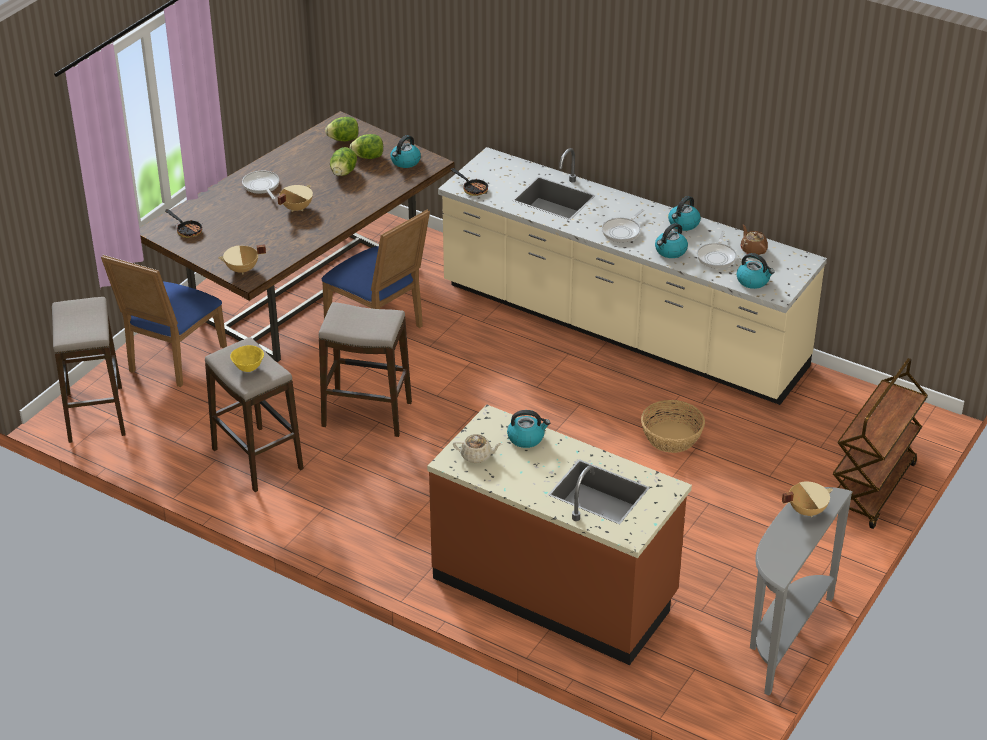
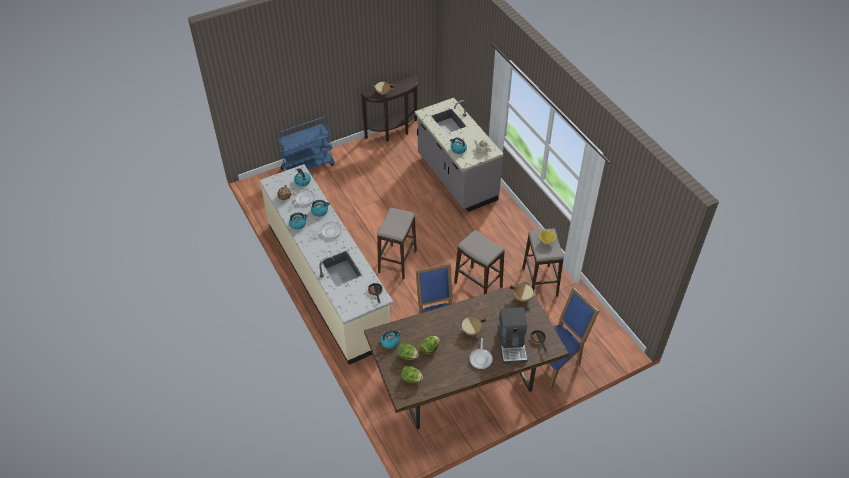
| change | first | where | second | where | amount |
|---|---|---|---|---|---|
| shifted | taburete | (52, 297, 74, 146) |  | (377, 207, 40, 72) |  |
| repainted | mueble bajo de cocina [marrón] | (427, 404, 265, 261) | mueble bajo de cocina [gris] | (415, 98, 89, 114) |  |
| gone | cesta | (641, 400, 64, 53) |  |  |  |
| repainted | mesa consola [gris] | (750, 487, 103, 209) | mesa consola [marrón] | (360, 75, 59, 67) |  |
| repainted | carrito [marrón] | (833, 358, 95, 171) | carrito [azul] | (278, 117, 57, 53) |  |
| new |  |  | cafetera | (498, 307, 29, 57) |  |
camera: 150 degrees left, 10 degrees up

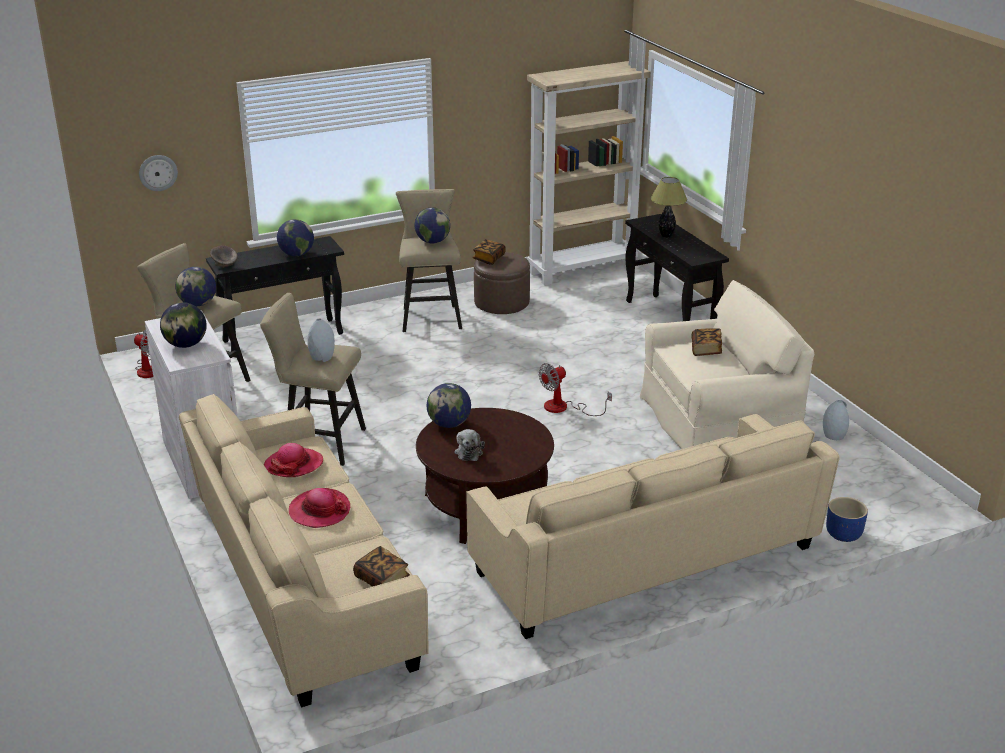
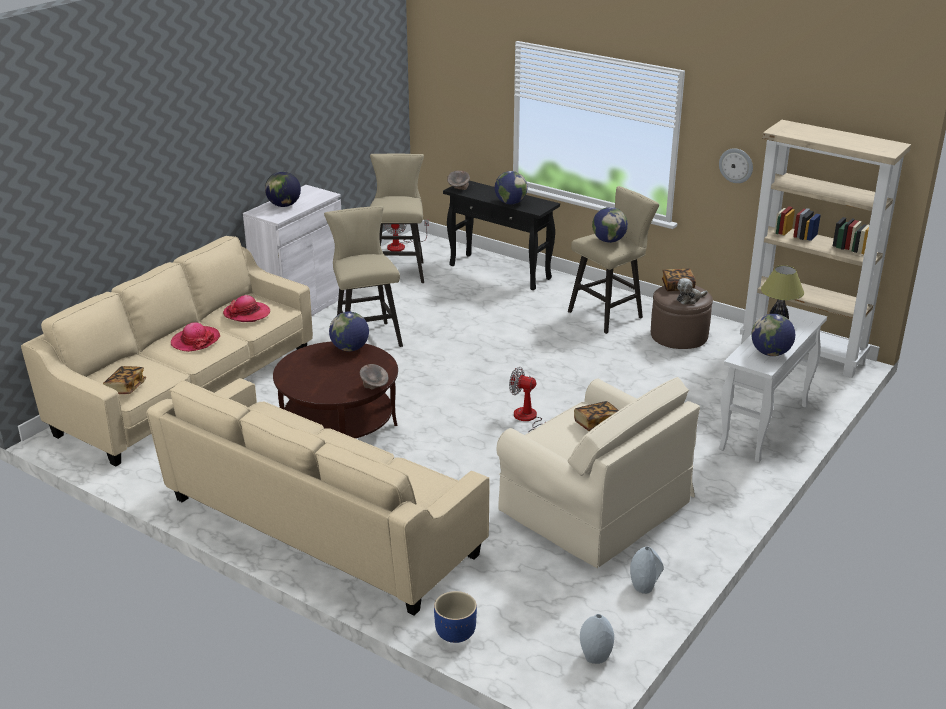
| change | first | where | second | where | amount |
|---|---|---|---|---|---|
| shifted | reloj de pared | (139, 155, 39, 36) |  | (719, 148, 34, 35) |  |
| shifted | globo terráqueo | (175, 267, 41, 40) |  | (752, 314, 43, 42) |  |
| shifted | florero [gris] | (307, 318, 28, 44) |  | (580, 614, 34, 50) |  |
| shifted | peluche | (455, 429, 30, 32) |  | (677, 278, 31, 27) |  |
| repainted | mesa consola [negro] | (625, 214, 104, 107) | mesa consola [blanco] | (719, 305, 108, 158) |  |
| new |  |  | cuenco [gris] | (360, 364, 29, 26) |  |
camera: 60 degrees right, 0 degrees up

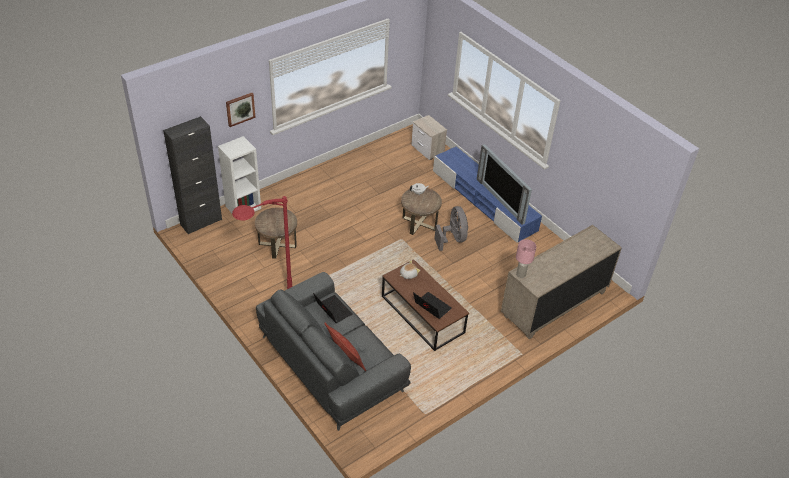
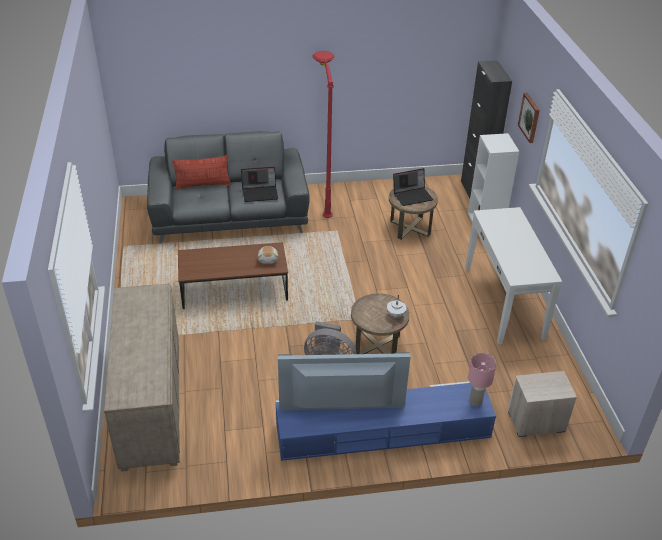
| change | first | where | second | where | amount |
|---|---|---|---|---|---|
| shifted | portátil | (413, 292, 39, 27) |  | (393, 168, 40, 38) |  |
| shifted | lámpara de mesa [rosa] | (516, 239, 20, 39) |  | (468, 353, 28, 54) |  |
| new |  |  | mesa consola [blanco] | (465, 207, 97, 137) |  |
camera: 120 degrees right, 5 degrees down

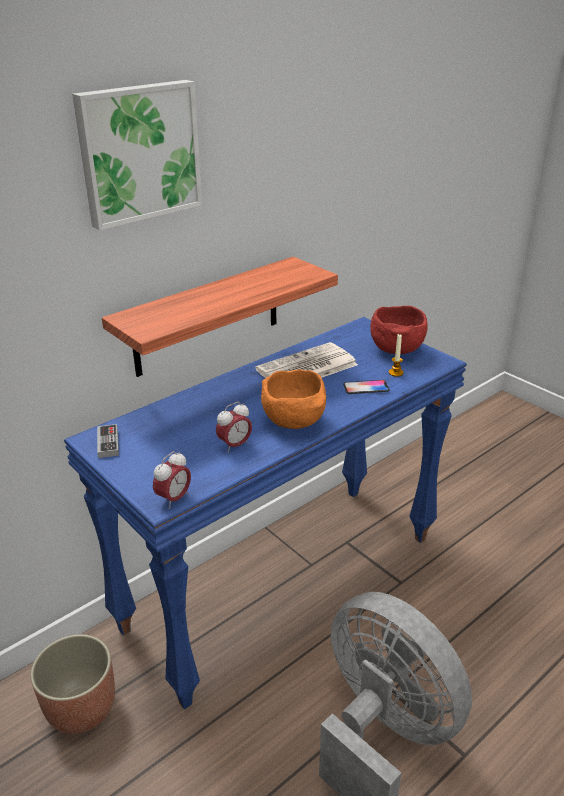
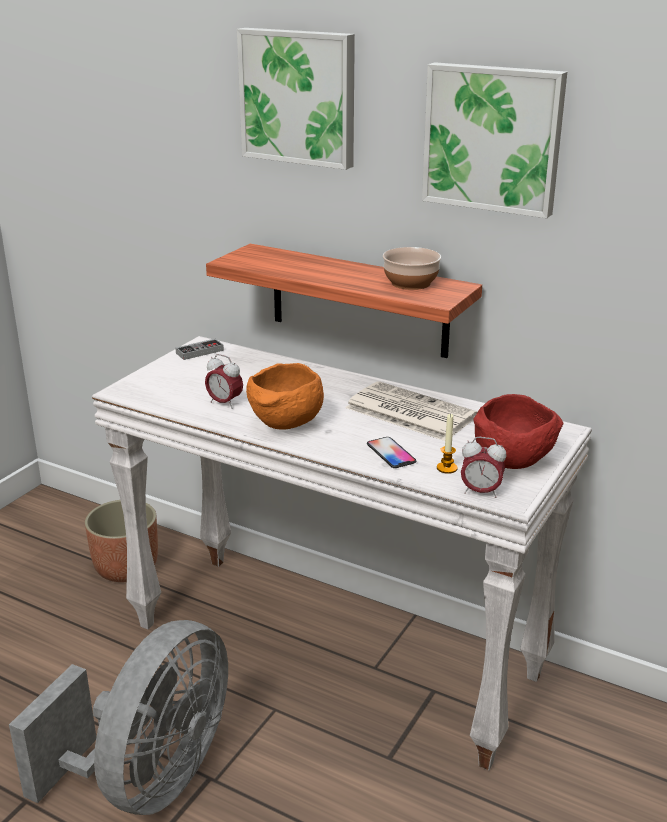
| change | first | where | second | where | amount |
|---|---|---|---|---|---|
| repainted | mesa consola [azul] | (64, 317, 403, 392) | mesa consola [blanco] | (92, 336, 500, 434) |  |
| shifted | despertador | (153, 451, 38, 58) |  | (461, 437, 46, 61) |  |
| new |  |  | cuenco | (383, 247, 58, 43) |  |
| new |  |  | cuadro | (422, 62, 145, 156) |  |
camera: 70 degrees right, 5 degrees down

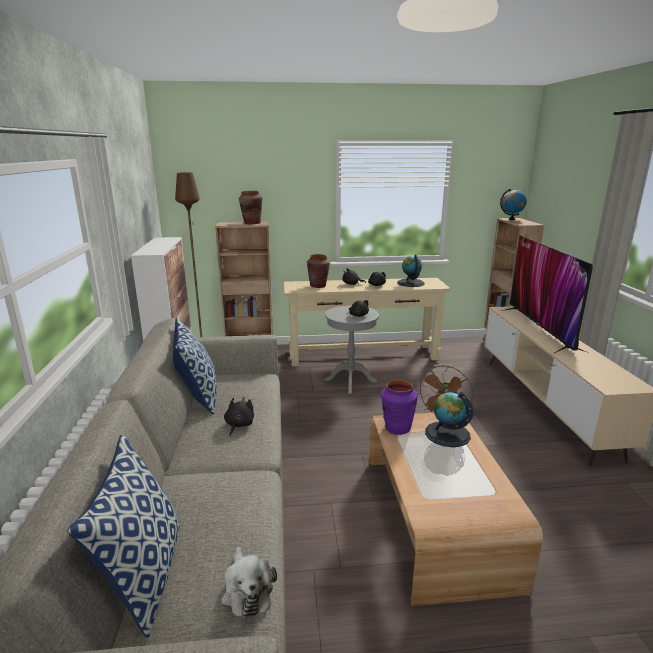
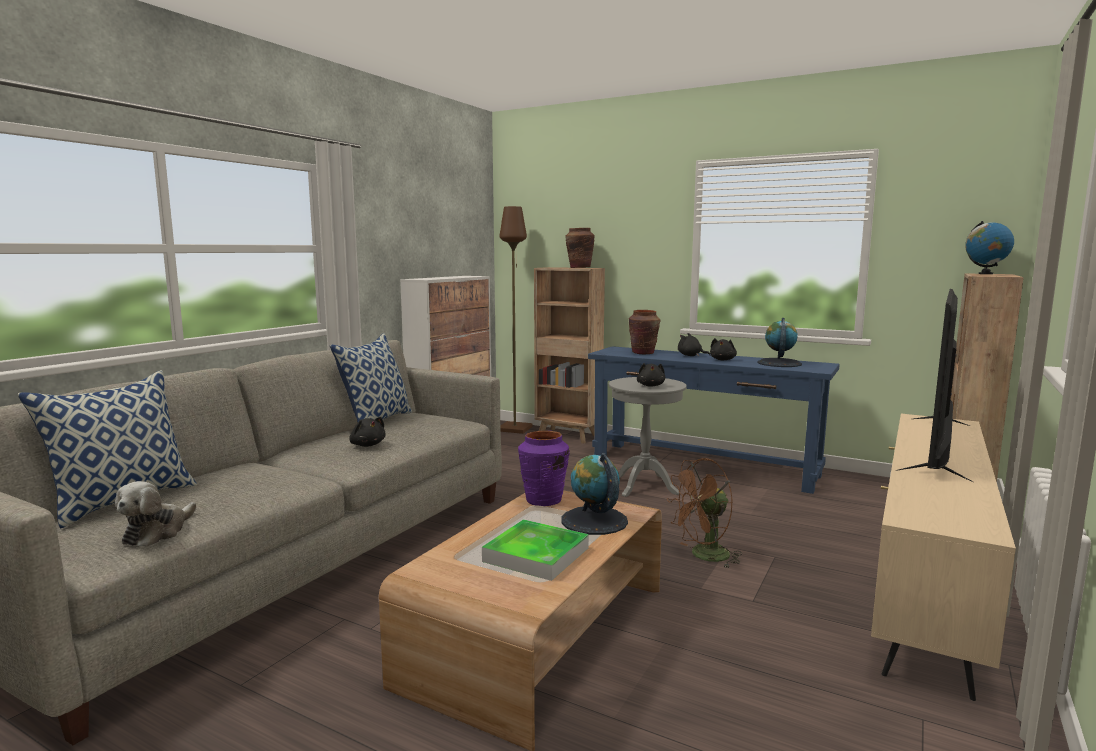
| change | first | where | second | where | amount |
|---|---|---|---|---|---|
| rotated | peluche [negro] | (224, 397, 30, 39) |  | (349, 417, 37, 30) | 90 degrees clockwise |
| repainted | mesa consola [beis] | (283, 278, 168, 88) | mesa consola [azul] | (588, 346, 252, 148) |  |
| new |  |  | bandeja | (482, 519, 107, 62) |  |
camera: 35 degrees right, 10 degrees down

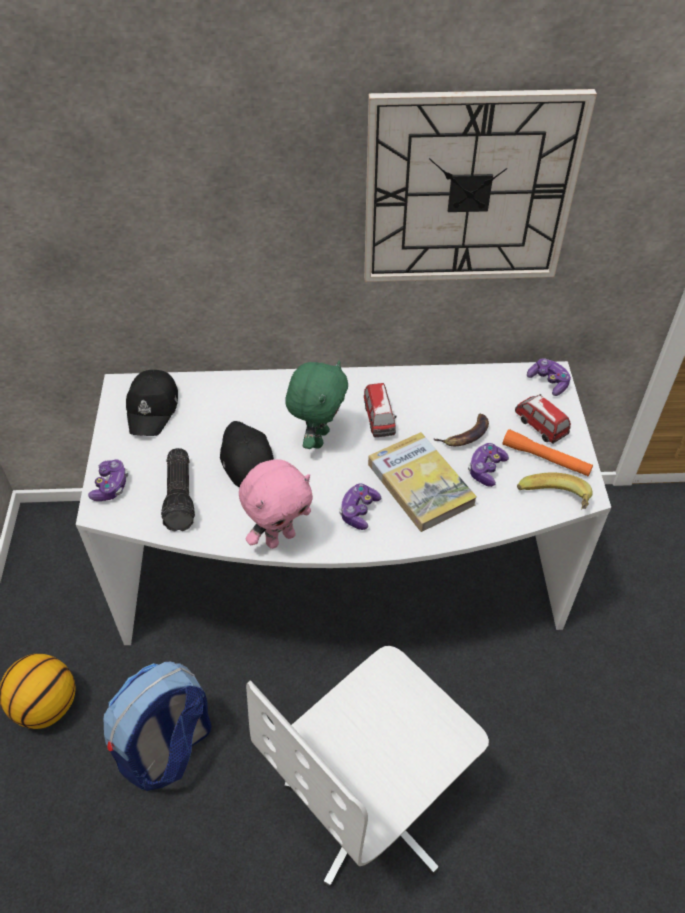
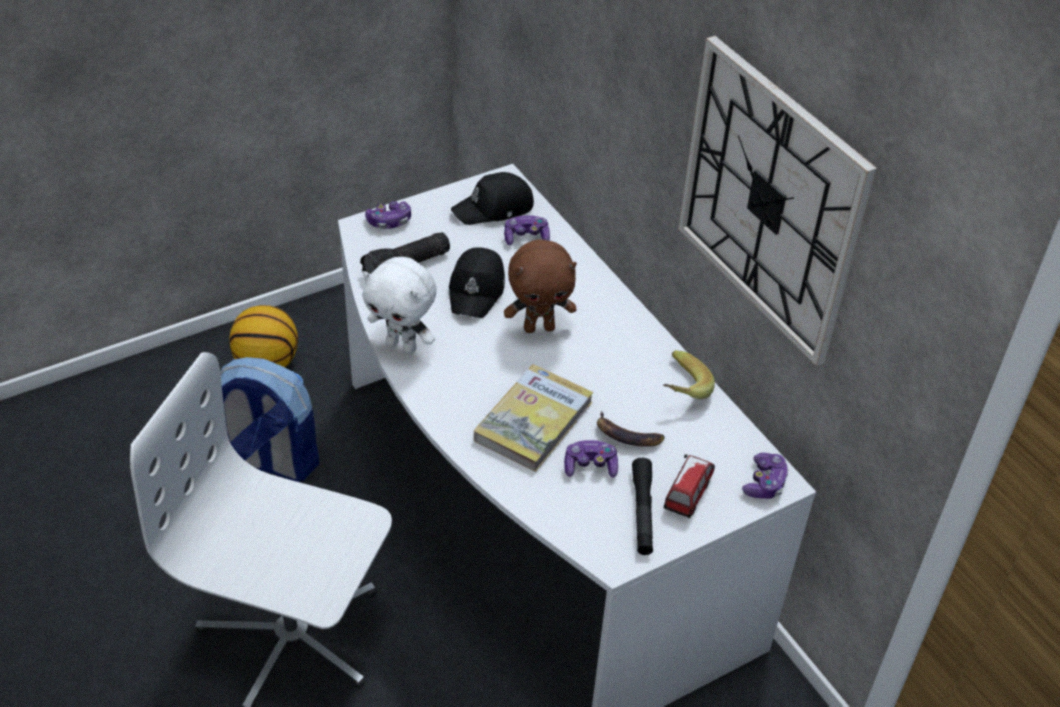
| change | first | where | second | where | amount |
|---|---|---|---|---|---|
| rotated | gorra [negro] | (220, 421, 54, 67) |  | (449, 247, 56, 71) | 150 degrees clockwise |
| repainted | peluche [rosa] | (239, 459, 74, 90) | peluche [blanco] | (363, 257, 73, 97) |  |
| repainted | peluche [verde] | (285, 360, 63, 89) | peluche [marrón] | (504, 239, 73, 94) |  |
| shifted | mando de consola | (339, 484, 42, 46) |  | (504, 215, 46, 30) |  |
| gone | coche de juguete | (364, 383, 32, 54) |  |  |  |
| repainted | linterna [naranja] | (503, 429, 90, 47) | linterna [negro] | (632, 458, 21, 97) |  |
| shifted | plátano | (517, 473, 76, 36) |  | (663, 350, 52, 49) |  |
camera: 60 degrees right, 5 degrees down

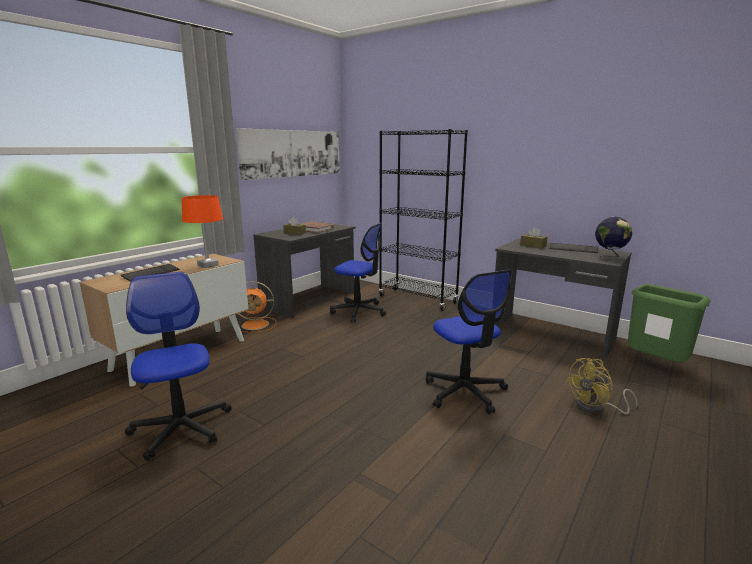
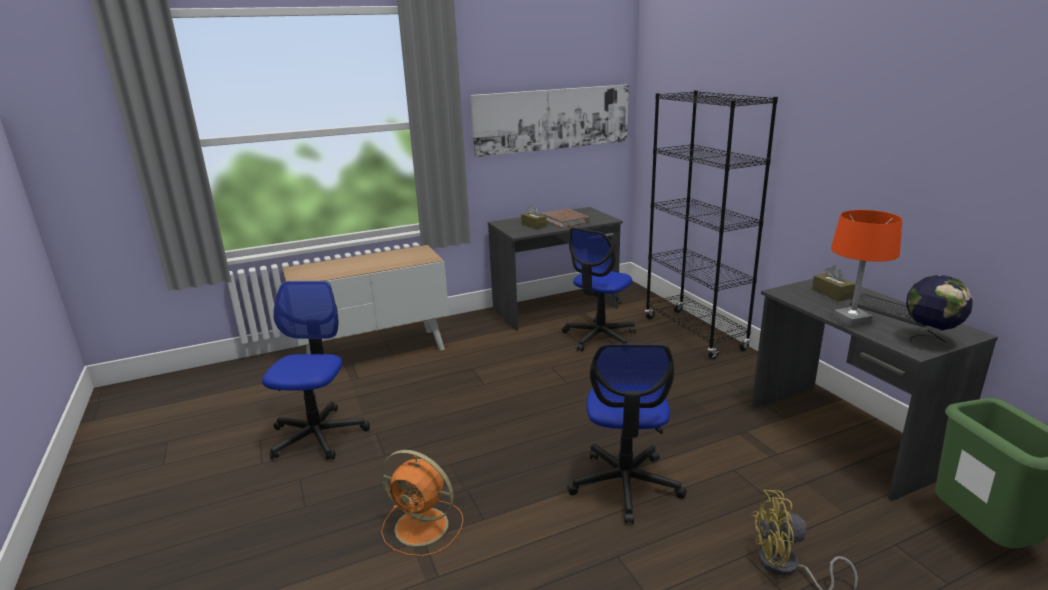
| change | first | where | second | where | amount |
|---|---|---|---|---|---|
| gone | teclado | (121, 264, 59, 18) |  |  |  |
| shifted | lámpara de mesa [naranja] | (182, 195, 41, 73) |  | (831, 210, 71, 117) |  |
| shifted | ventilador [naranja] | (238, 281, 38, 52) |  | (381, 450, 82, 106) |  |
| rotated | silla de oficina | (330, 223, 56, 99) |  | (562, 227, 74, 124) | 75 degrees clockwise |
camera: 30 degrees right, 5 degrees up

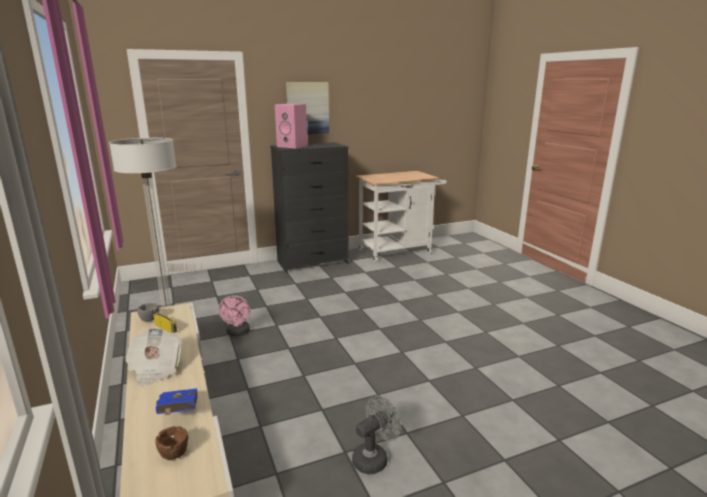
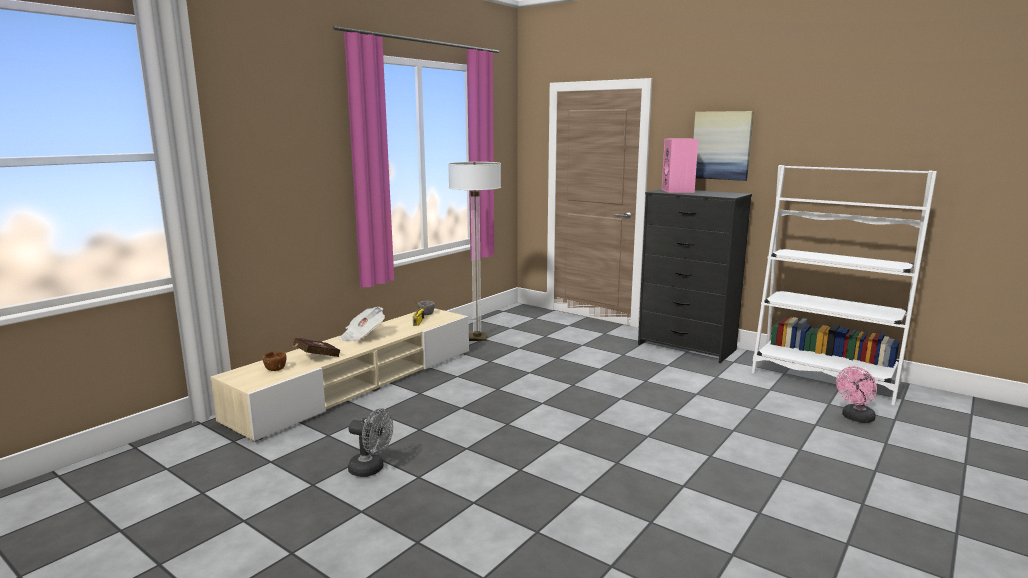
| change | first | where | second | where | amount |
|---|---|---|---|---|---|
| repainted | libro [azul] | (156, 388, 41, 28) | libro [rojo] | (293, 338, 48, 19) |  |
| shifted | ventilador [rosa] | (218, 295, 32, 41) |  | (836, 367, 41, 56) |  |
| swapped | carrito [blanco] | (356, 171, 91, 91) | estantería [blanco] | (751, 165, 186, 241) |  |
camera: 60 degrees right, 5 degrees down

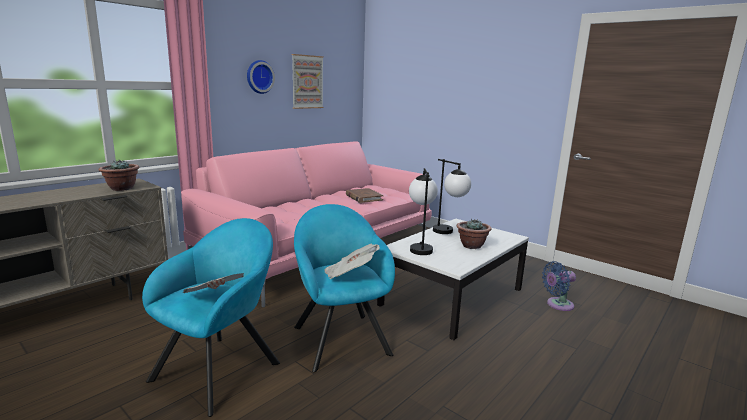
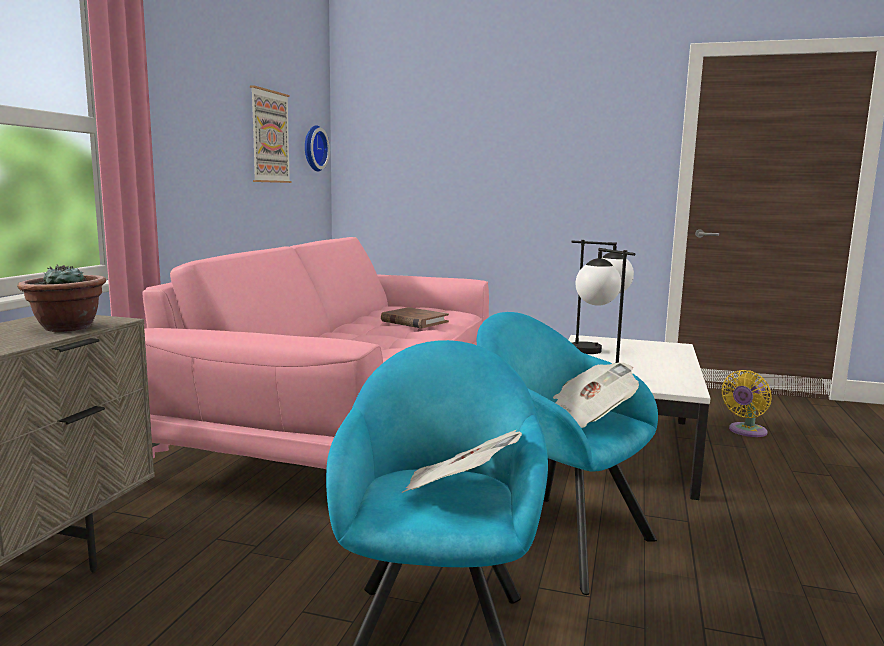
| change | first | where | second | where | amount |
|---|---|---|---|---|---|
| shifted | reloj de pared | (247, 60, 28, 34) |  | (305, 125, 25, 46) |  |
| gone | planta en maceta | (457, 219, 34, 30) |  |  |  |
| repainted | ventilador [azul] | (542, 261, 34, 50) | ventilador [amarillo] | (721, 370, 51, 67) |  |
camera: 25 degrees left, 5 degrees down

